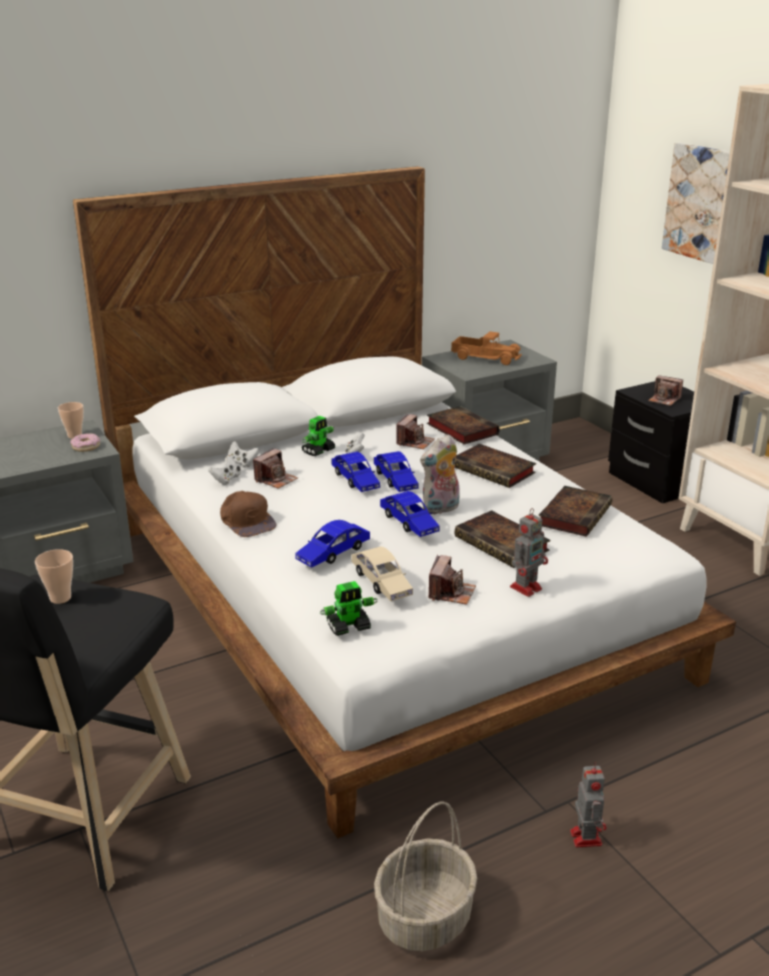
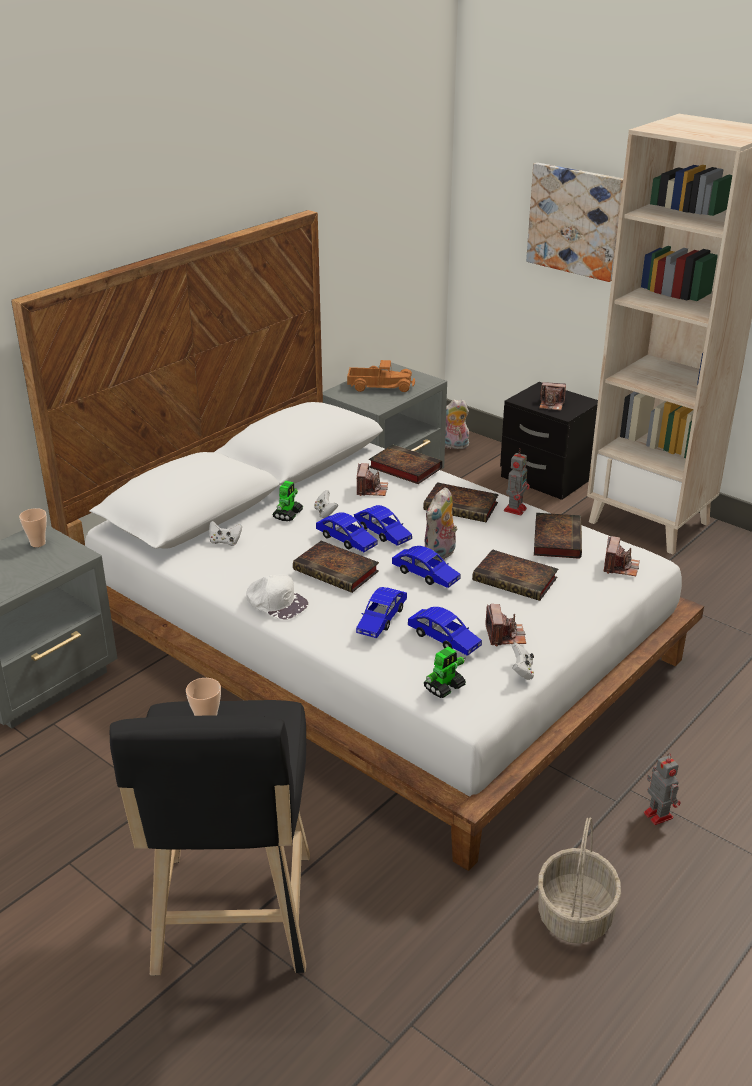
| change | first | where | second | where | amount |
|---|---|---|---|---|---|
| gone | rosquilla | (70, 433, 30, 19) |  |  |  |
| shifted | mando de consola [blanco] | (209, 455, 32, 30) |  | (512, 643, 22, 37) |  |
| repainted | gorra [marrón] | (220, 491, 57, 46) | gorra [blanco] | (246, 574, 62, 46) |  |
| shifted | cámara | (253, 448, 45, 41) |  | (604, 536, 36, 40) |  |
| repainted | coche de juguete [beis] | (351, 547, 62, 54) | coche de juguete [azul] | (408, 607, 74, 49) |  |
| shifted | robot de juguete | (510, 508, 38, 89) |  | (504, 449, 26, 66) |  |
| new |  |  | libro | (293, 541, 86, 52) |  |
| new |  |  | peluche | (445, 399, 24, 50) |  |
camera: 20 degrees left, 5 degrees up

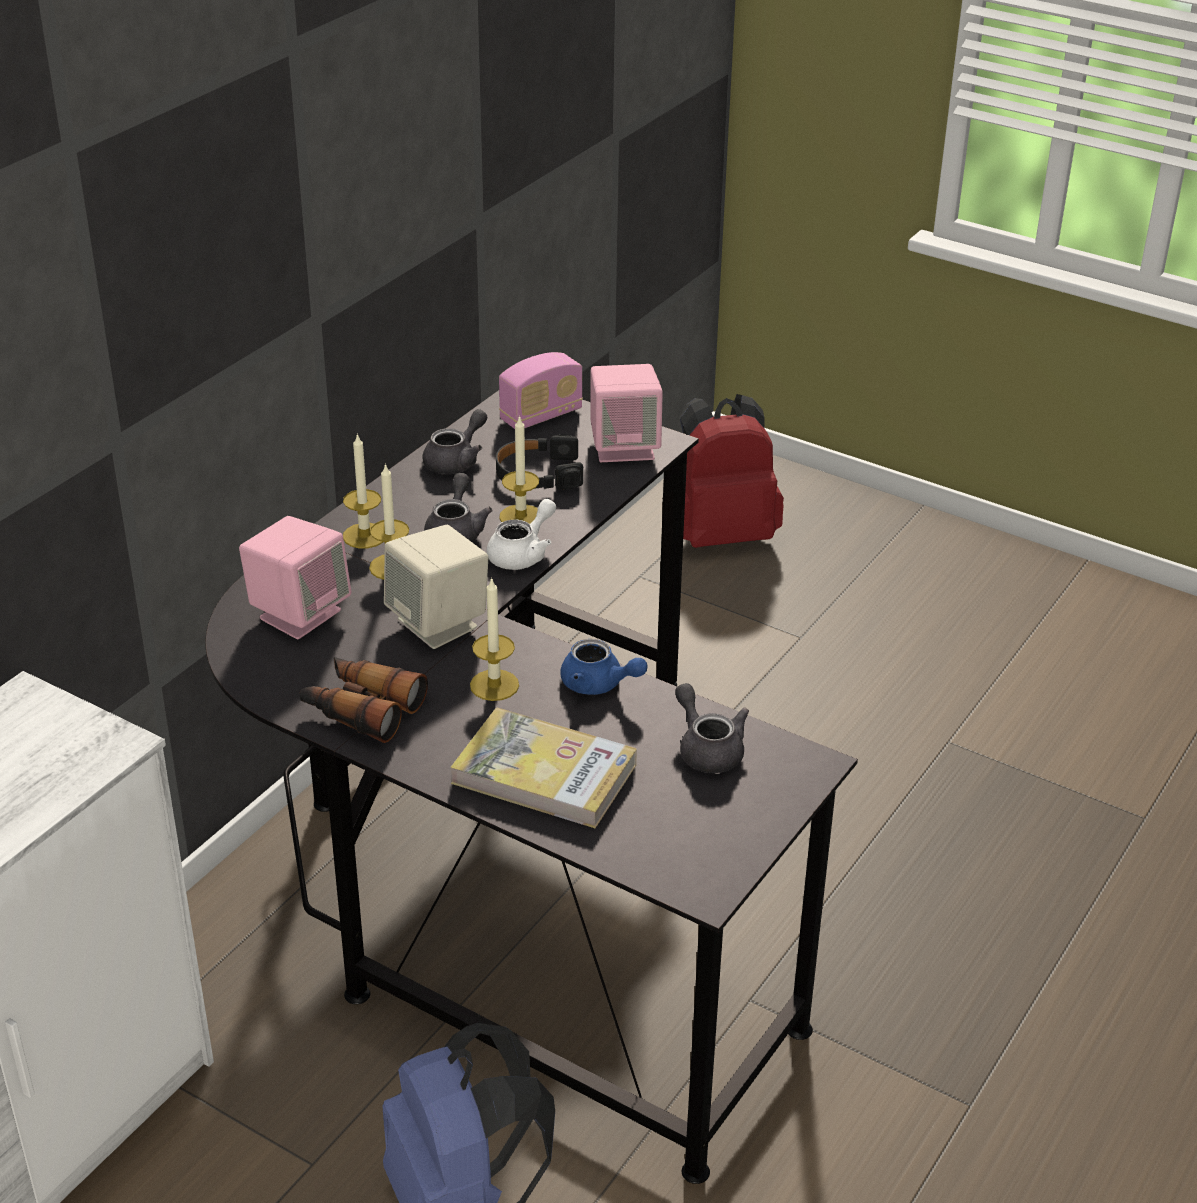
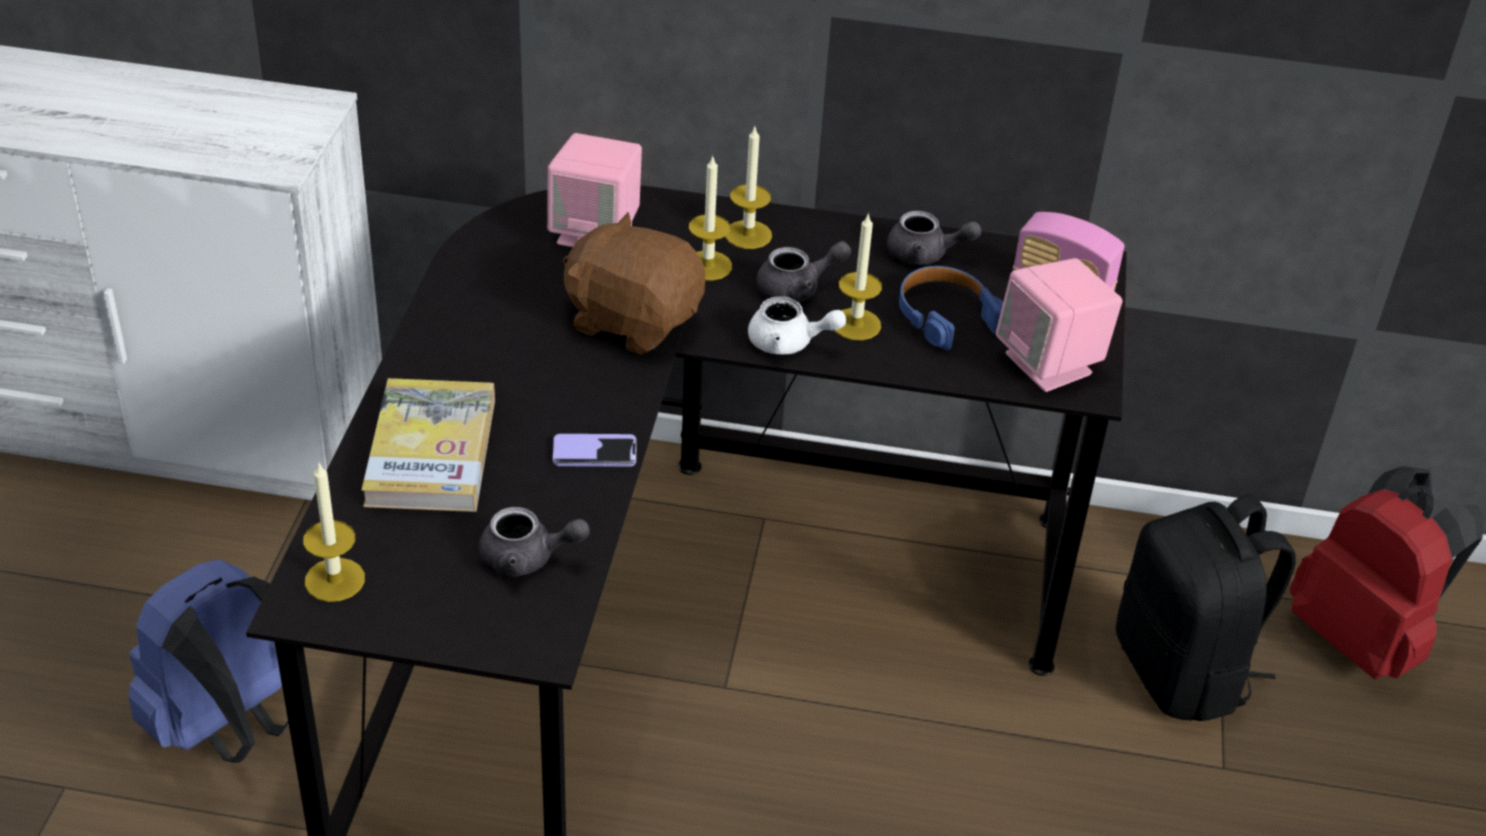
| change | first | where | second | where | amount |
|---|---|---|---|---|---|
| gone | prismáticos | (300, 657, 128, 86) |  |  |  |
| swapped | altavoz [beis] | (384, 525, 104, 124) | peluche [marrón] | (563, 212, 142, 143) |  |
| shifted | vela | (470, 578, 49, 123) |  | (303, 463, 62, 139) |  |
| repainted | auriculares [negro] | (496, 434, 87, 56) | auriculares [azul] | (899, 266, 104, 84) |  |
| swapped | tetera [azul] | (560, 639, 88, 56) | móvil | (553, 434, 83, 33) |  |
| rotated | tetera [gris] | (675, 683, 74, 90) |  | (479, 507, 111, 70) | 60 degrees clockwise |
| new |  |  | mochila [negro] | (1116, 494, 180, 227) |  |
camera: 65 degrees right, 5 degrees up

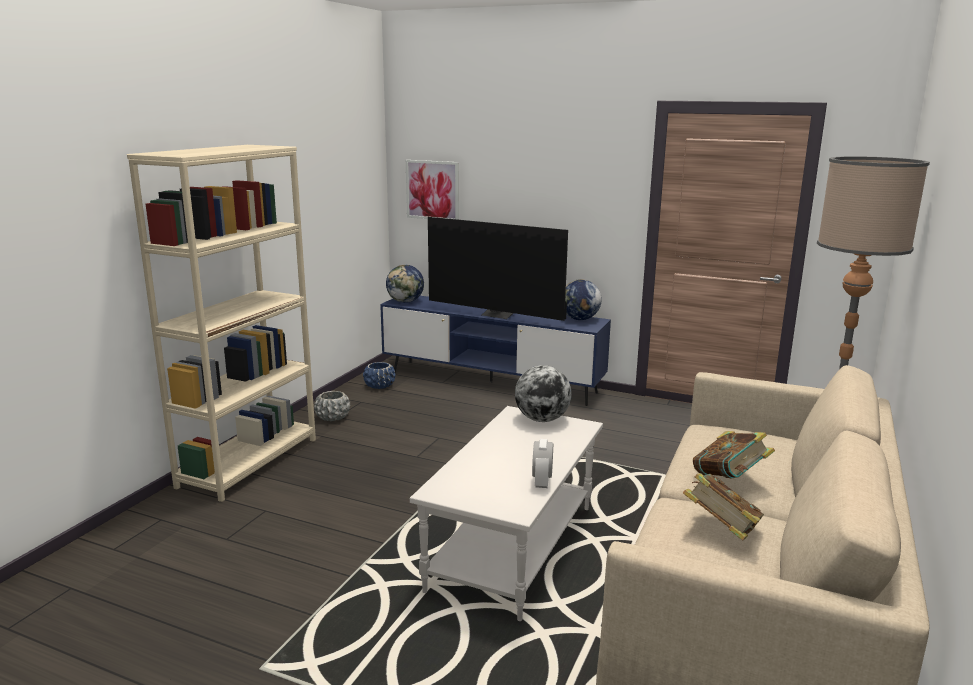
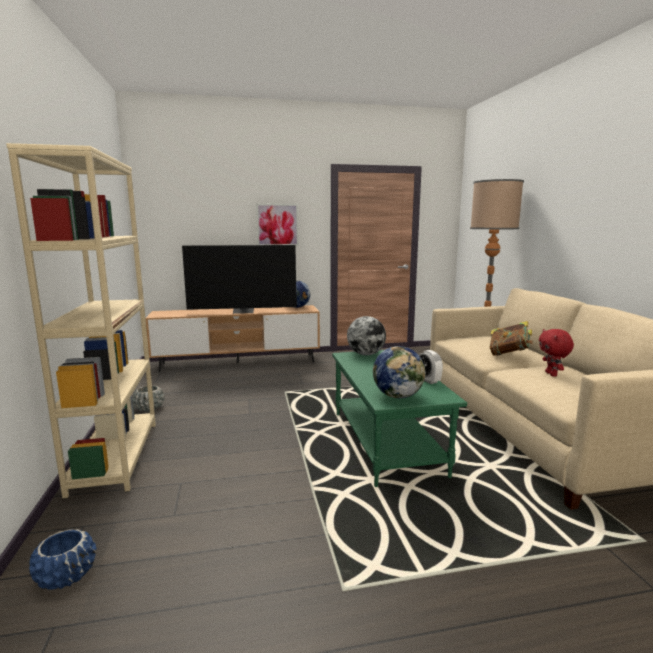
| change | first | where | second | where | amount |
|---|---|---|---|---|---|
| shifted | maceta [azul] | (363, 362, 33, 27) |  | (29, 529, 68, 61) |  |
| repainted | mueble de televisión [azul] | (380, 296, 231, 110) | mueble de televisión [marrón] | (146, 305, 174, 67) |  |
| shifted | globo terráqueo | (386, 265, 38, 38) |  | (373, 346, 53, 52) |  |
| shifted | cuadro | (406, 160, 53, 60) |  | (256, 204, 43, 42) |  |
| repainted | mesa de centro [blanco] | (410, 406, 193, 215) | mesa de centro [verde] | (332, 350, 135, 137) |  |
| swapped | libro | (683, 473, 81, 67) | peluche [rojo] | (539, 329, 35, 48) |  |
camera: 35 degrees left, 5 degrees down

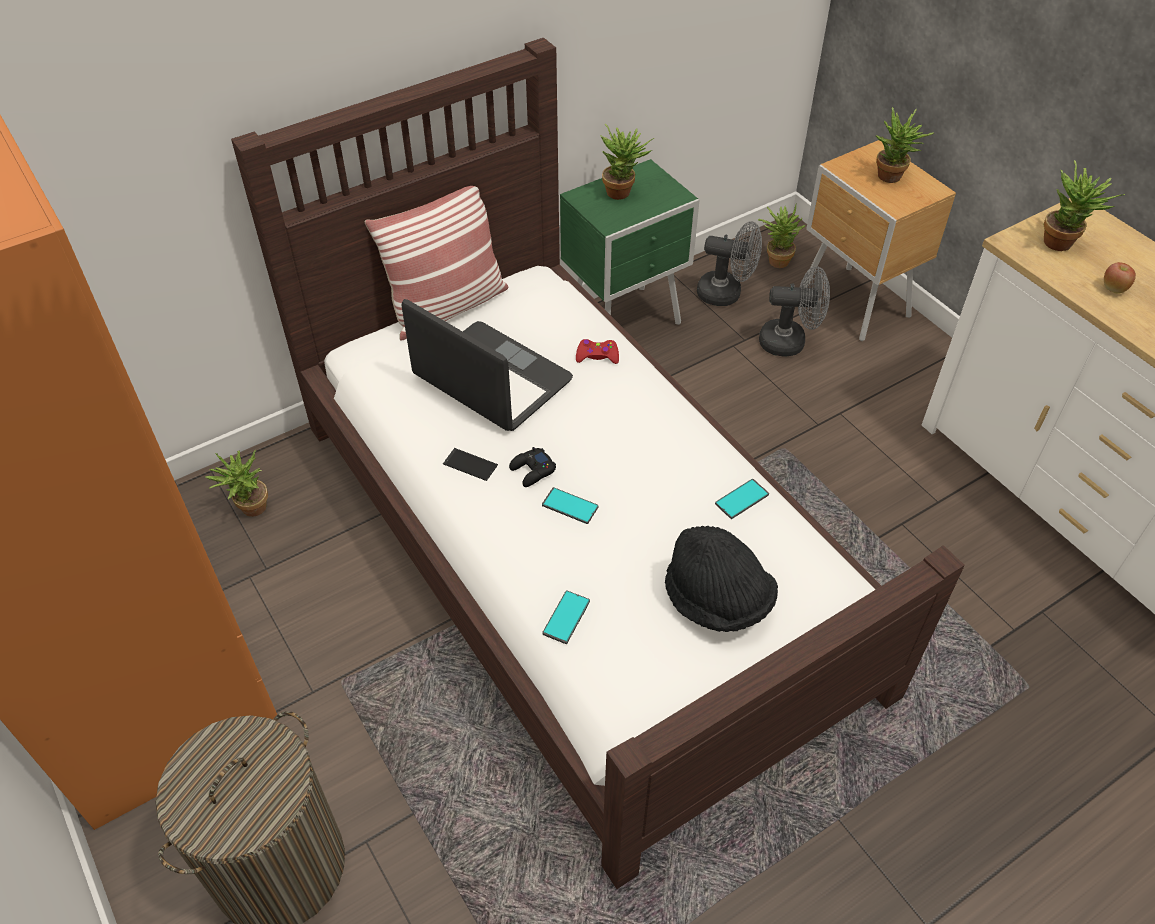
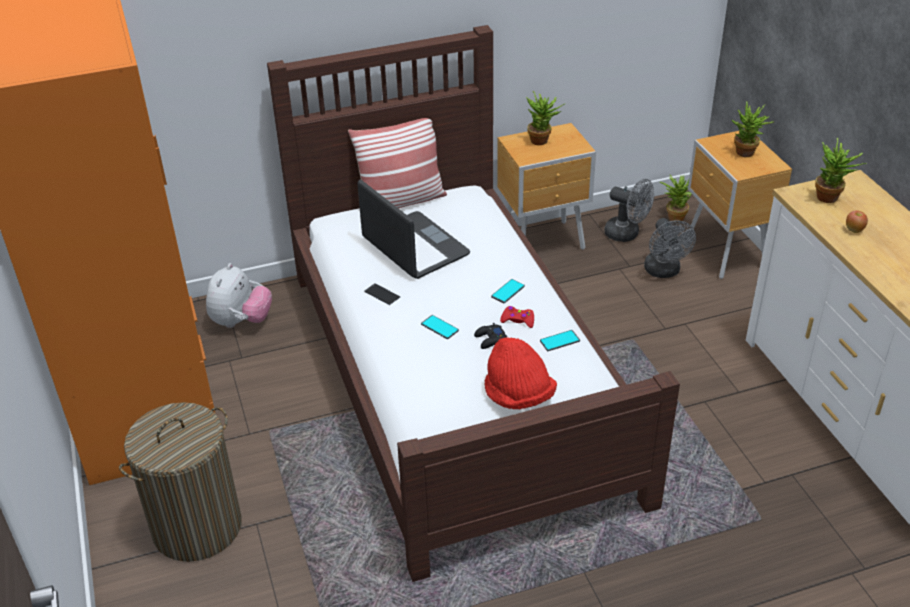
| change | first | where | second | where | amount |
|---|---|---|---|---|---|
| swapped | planta en maceta | (205, 450, 63, 67) | peluche | (206, 263, 66, 65) |  |
| shifted | mando de consola [negro] | (509, 447, 47, 40) |  | (474, 323, 33, 26) |  |
| shifted | móvil | (542, 590, 48, 54) |  | (491, 279, 34, 24) |  |
| repainted | mesita de noche [verde] | (560, 159, 140, 166) | mesita de noche [marrón] | (497, 123, 99, 127) |  |
| shifted | mando de consola [rojo] | (576, 339, 43, 25) |  | (500, 306, 34, 22) |  |
| repainted | sombrero [negro] | (665, 526, 113, 106) | sombrero [rojo] | (484, 337, 73, 72) |  |
| rotated | ventilador [gris] | (759, 266, 71, 90) |  | (644, 218, 52, 60) | 60 degrees clockwise |
camera: 15 degrees right, 10 degrees down

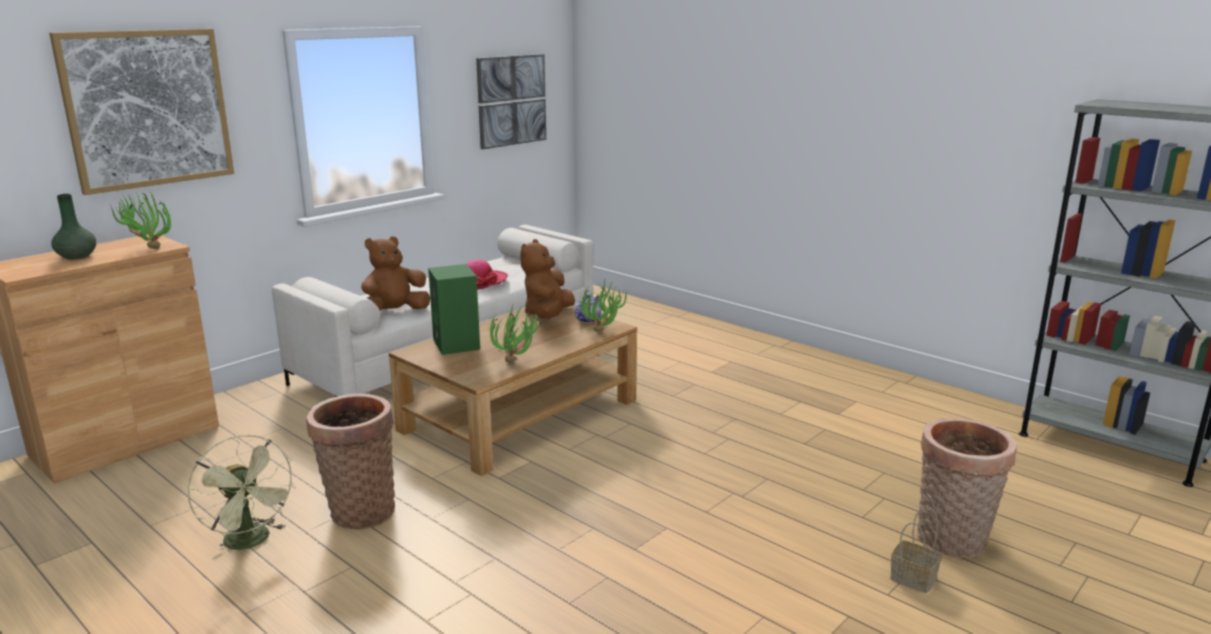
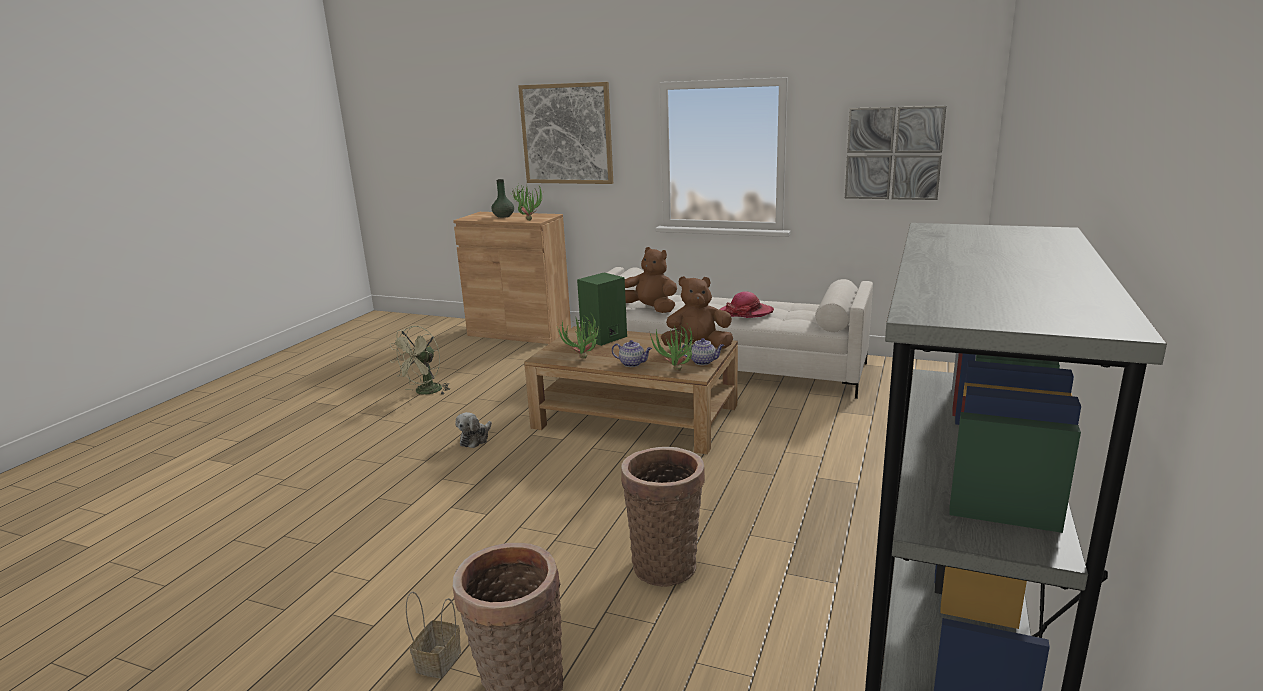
| change | first | where | second | where | amount |
|---|---|---|---|---|---|
| shifted | cesta | (306, 393, 89, 136) |  | (621, 447, 84, 140) |  |
| new |  |  | peluche | (456, 412, 36, 36) |  |
| new |  |  | tetera | (612, 340, 40, 27) |  |
camera: 70 degrees right, 0 degrees up

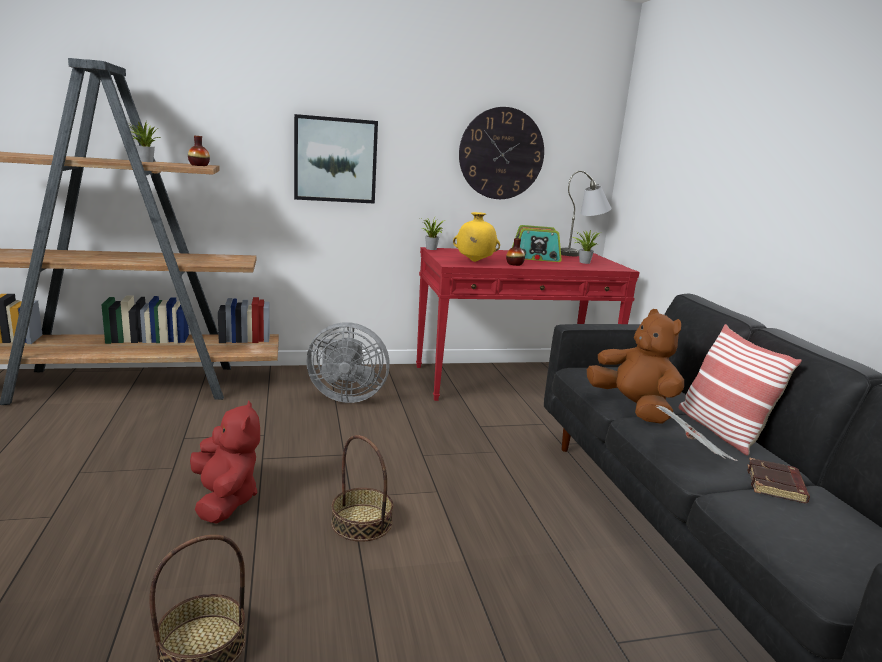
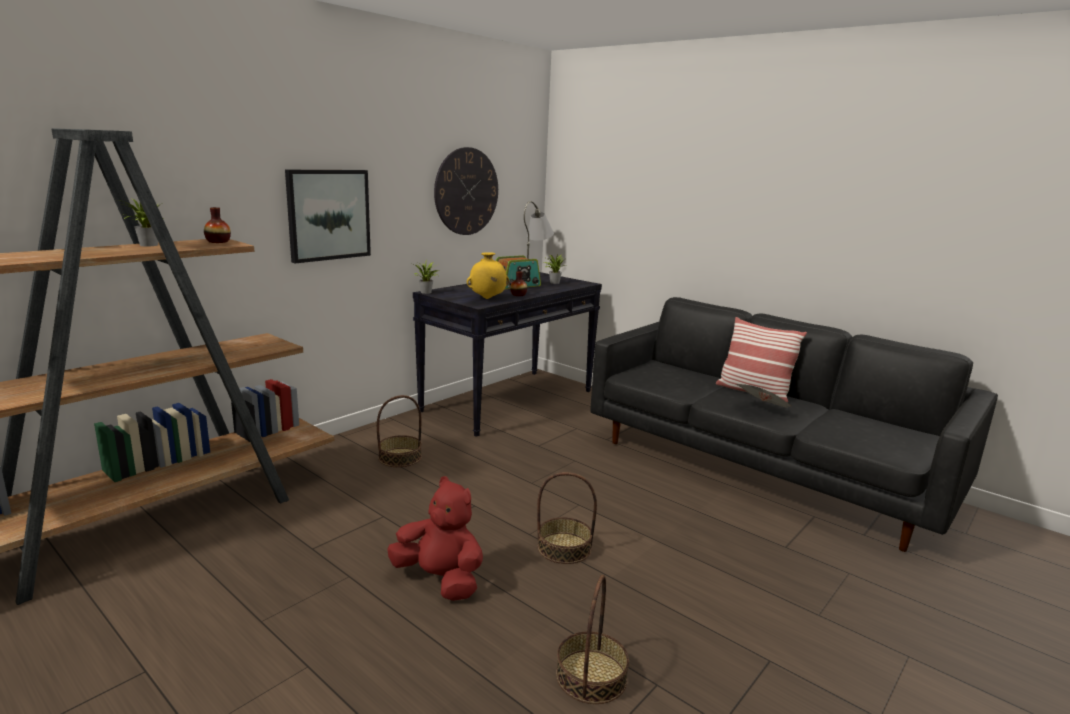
| change | first | where | second | where | amount |
|---|---|---|---|---|---|
| swapped | ventilador [gris] | (306, 322, 84, 81) | cesta | (377, 395, 45, 72) |  |
| repainted | mesa consola [rojo] | (416, 247, 224, 154) | mesa consola [negro] | (413, 272, 189, 165) |  |
| gone | peluche [marrón] | (587, 309, 97, 115) |  |  |  |
| gone | libro [marrón] | (747, 457, 63, 46) |  |  |  |
camera: 35 degrees left, 0 degrees up

